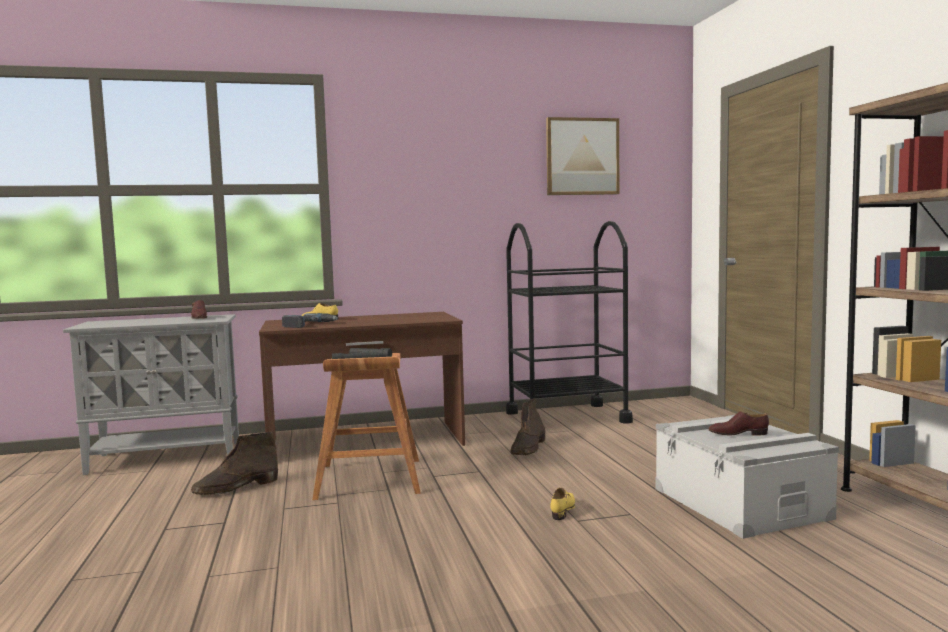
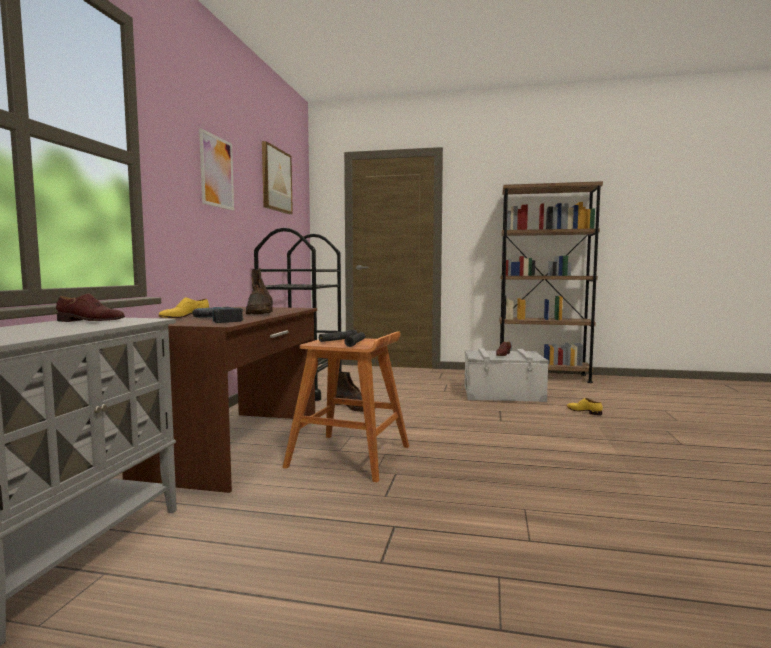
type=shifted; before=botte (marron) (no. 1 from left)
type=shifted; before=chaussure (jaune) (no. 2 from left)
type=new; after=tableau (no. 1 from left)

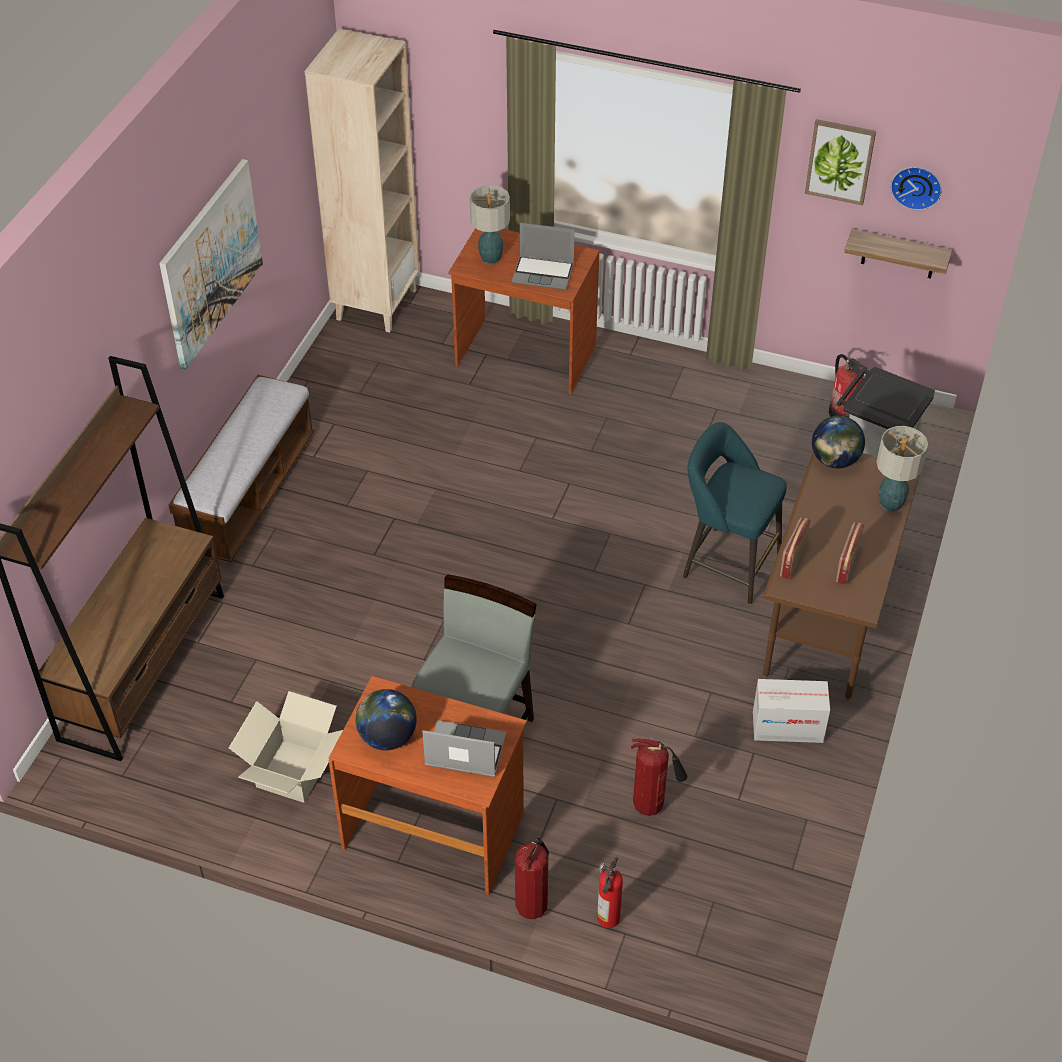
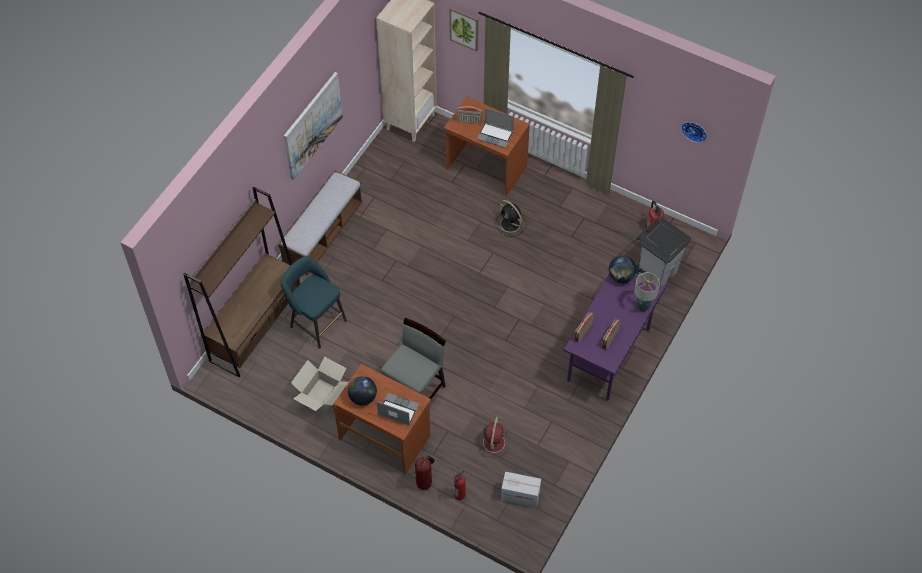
type=swapped; before=lampe de table (no. 1 from left); after=radio (no. 1 from left)
type=swapped; before=extincteur (no. 3 from left); after=ventilateur (rouge)
type=shifted; before=tabouret (turquoise)
type=shifted; before=carton (no. 2 from left)
type=repainted; before=bureau (marron) (no. 3 from left); after=bureau (violet)
type=shifted; before=tableau (no. 2 from left)
type=gone; before=étagère
type=new; after=ventilateur (noir)

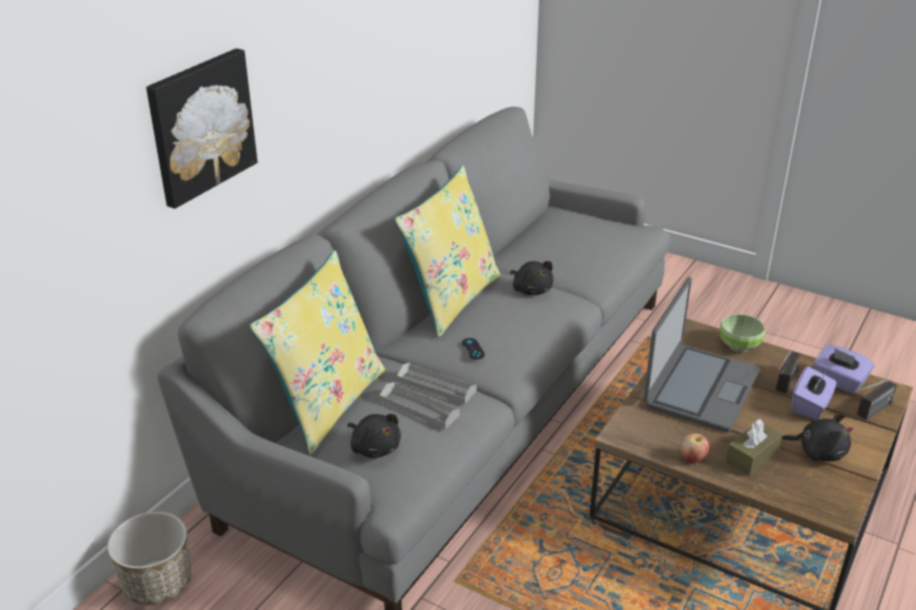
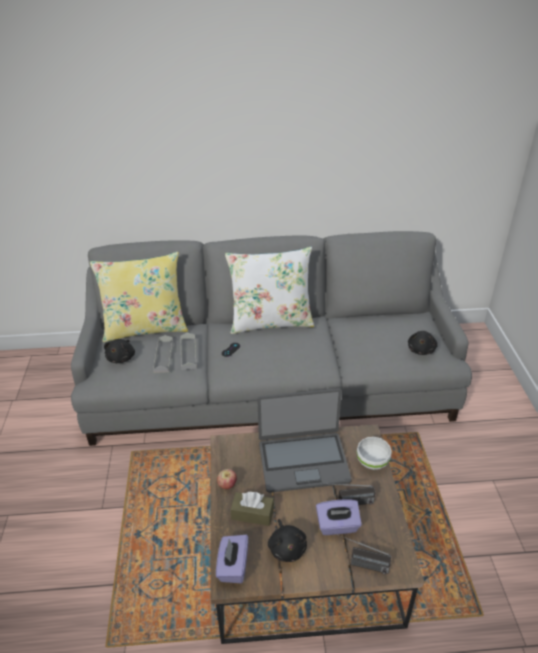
type=gone; before=cache-pot
type=gone; before=tableau
type=repainted; before=coussin (jaune) (no. 2 from left); after=coussin (blanc)
type=shifted; before=peluche (noir) (no. 2 from left in the first image); after=peluche (noir) (no. 3 from left)
type=repainted; before=bol (vert); after=bol (blanc)
type=shifted; before=boîte à mouchoirs (violet) (no. 2 from left in the first image); after=boîte à mouchoirs (violet) (no. 1 from left)

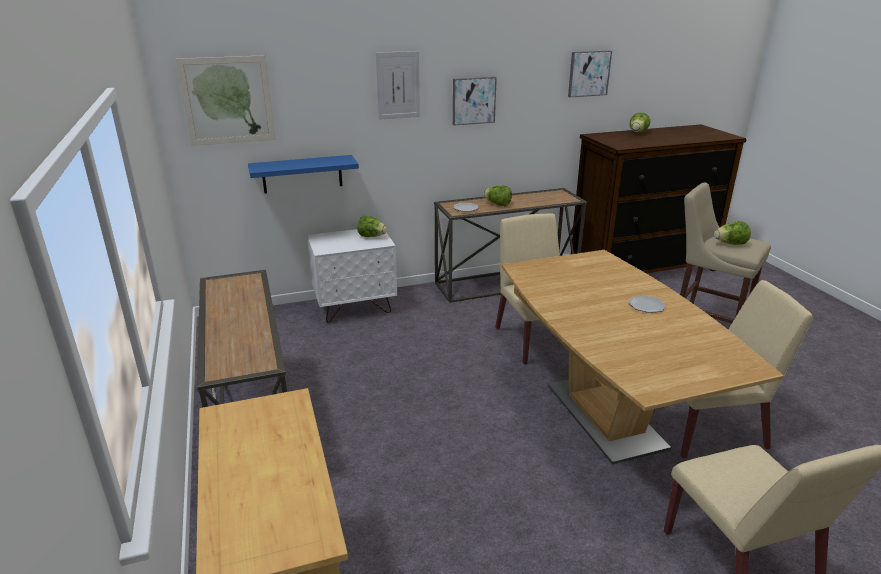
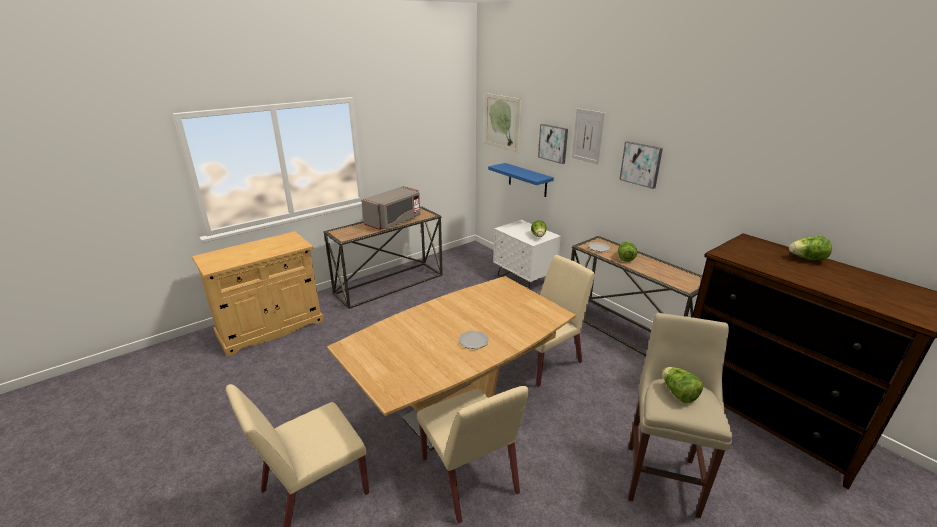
type=shifted; before=tableau (no. 4 from left in the first image); after=tableau (no. 2 from left)
type=new; after=micro-ondes (gris)

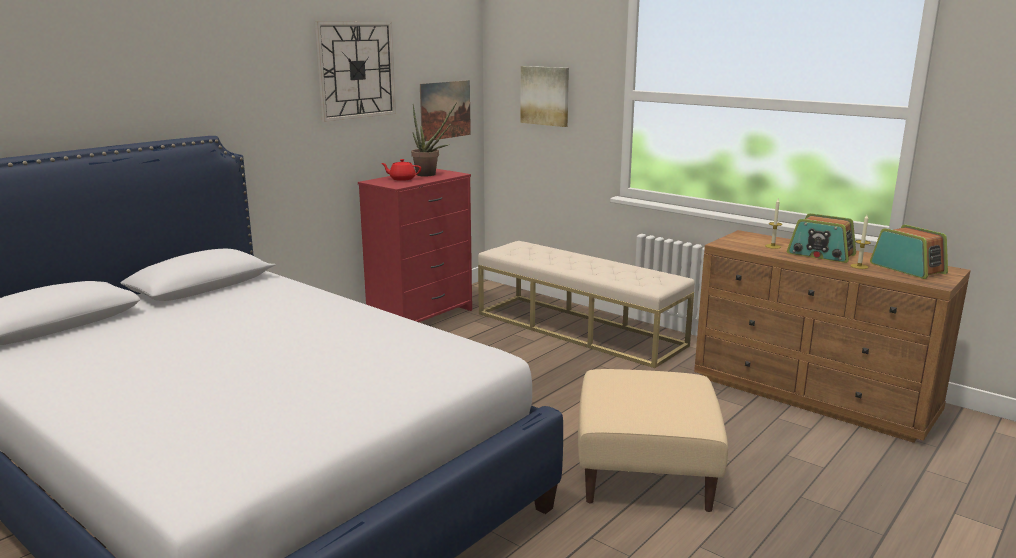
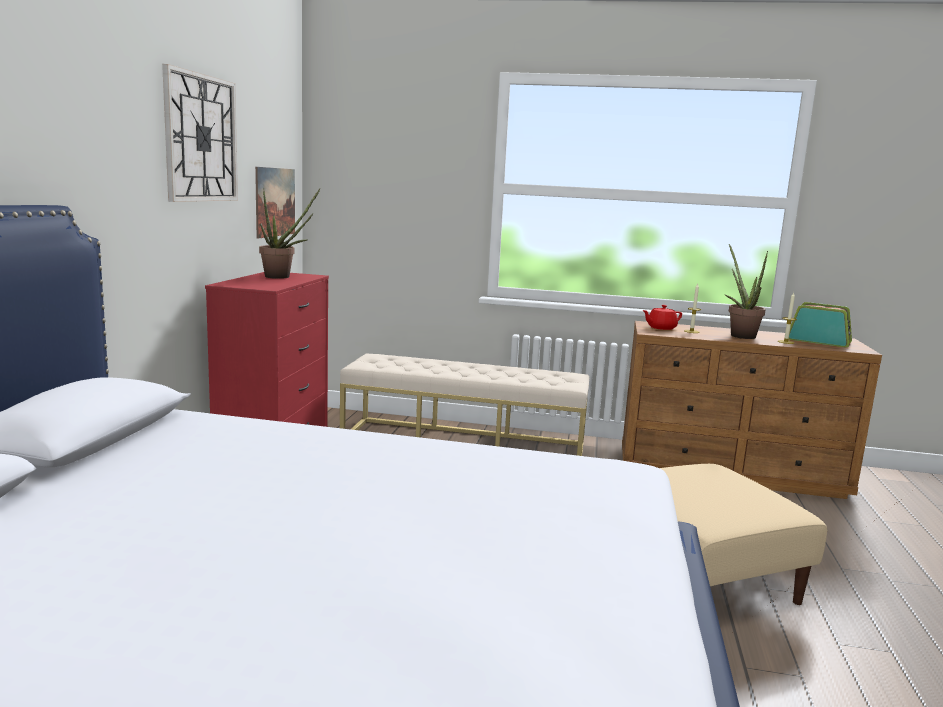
type=shifted; before=théière (rouge)
type=gone; before=tableau (no. 2 from left)
type=swapped; before=radio (no. 1 from left); after=plante en pot (no. 2 from left)

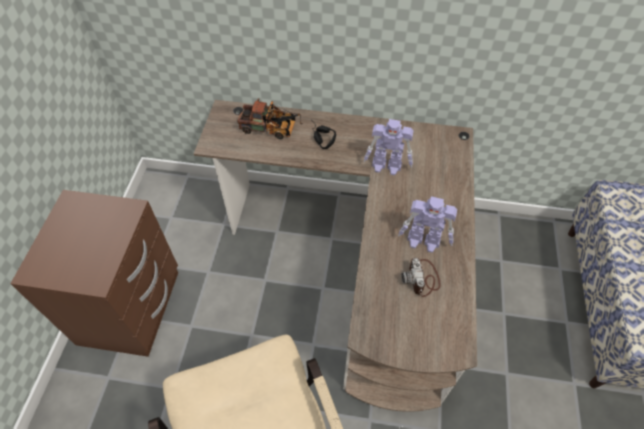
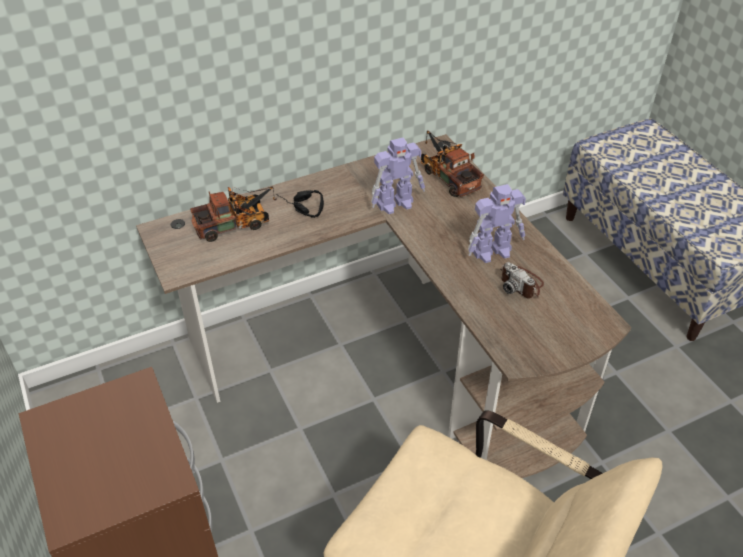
type=new; after=camion jouet (no. 2 from left)

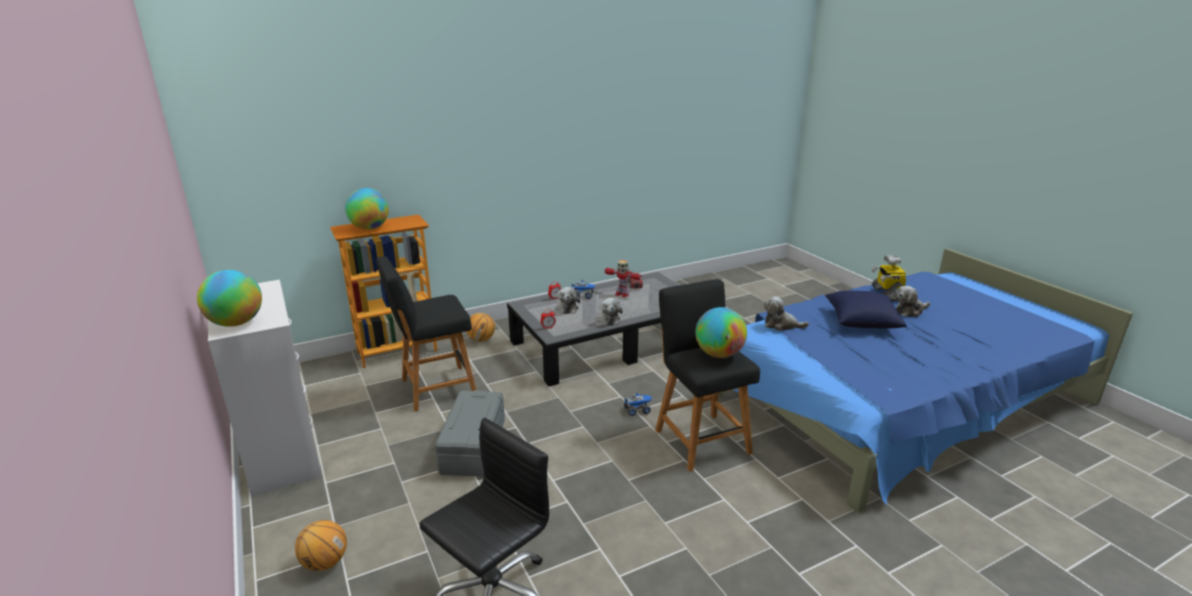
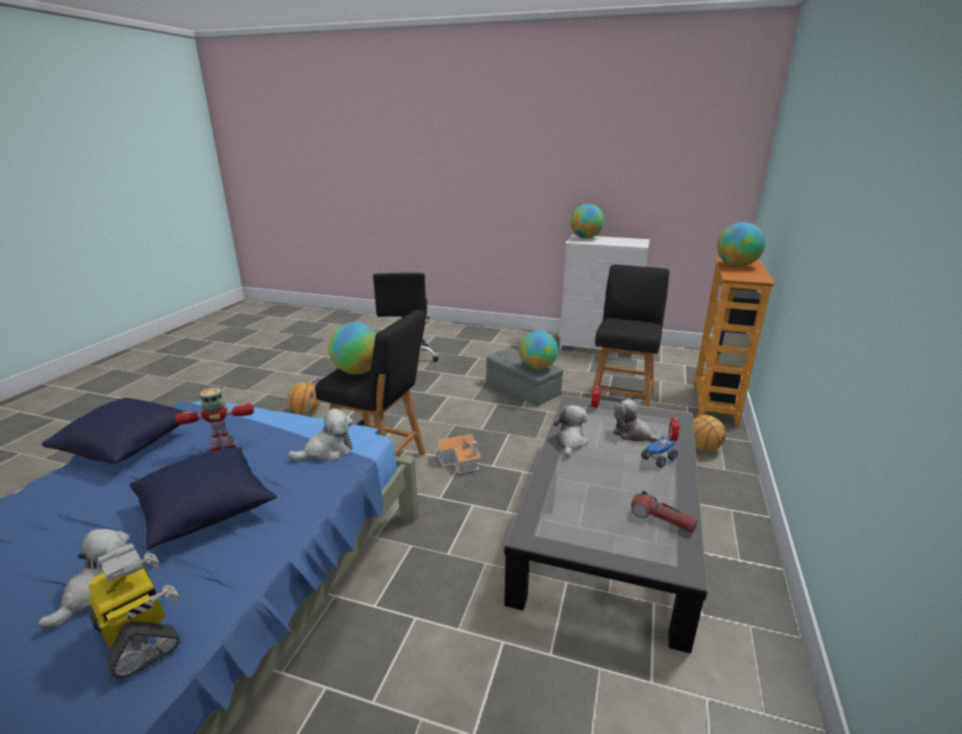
type=shifted; before=ballon de basket (no. 1 from left)
type=rotated; before=peluche (no. 2 from left in the first image); turn=75
type=shifted; before=robot jouet (no. 1 from left in the first image); after=robot jouet (no. 2 from left)
type=swapped; before=camion jouet (no. 2 from left); after=maison miniature
type=new; after=coussin (bleu) (no. 1 from left)
type=new; after=globe (no. 2 from left)

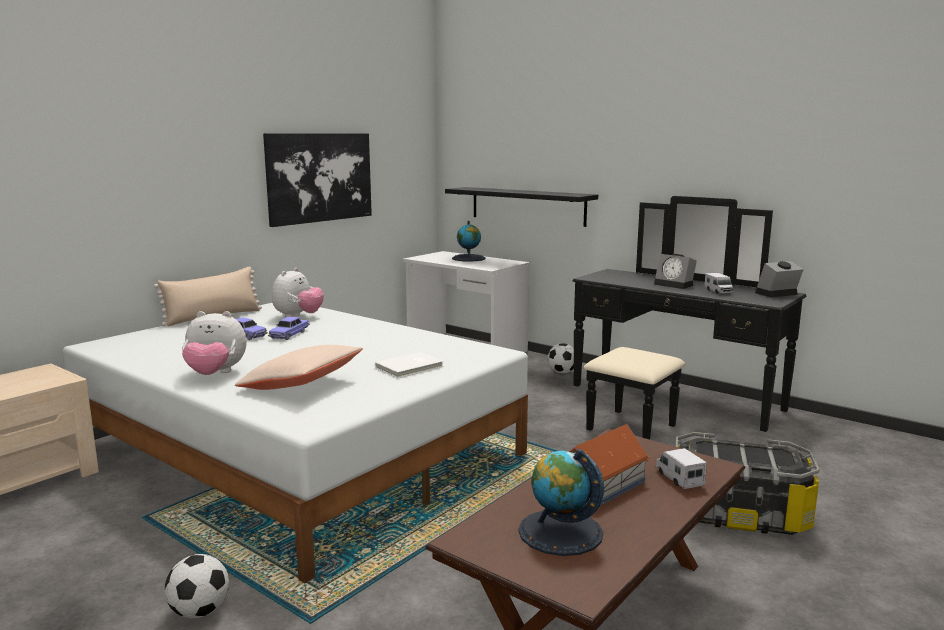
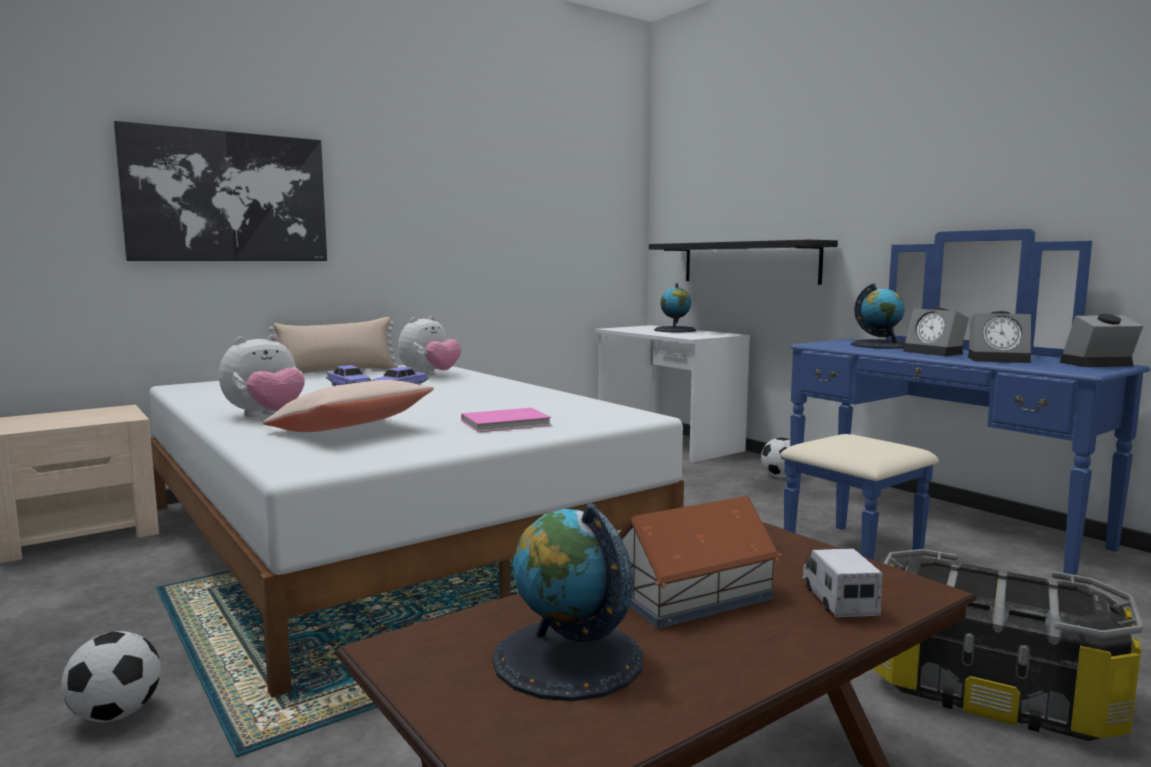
type=rotated; before=peluche (no. 1 from left); turn=-60
type=shifted; before=tableau
type=repainted; before=livre (blanc); after=livre (rose)
type=repainted; before=commode (noir); after=commode (bleu)
type=swapped; before=camion jouet (no. 2 from left); after=réveil (no. 2 from left)
type=new; after=globe (no. 3 from left)

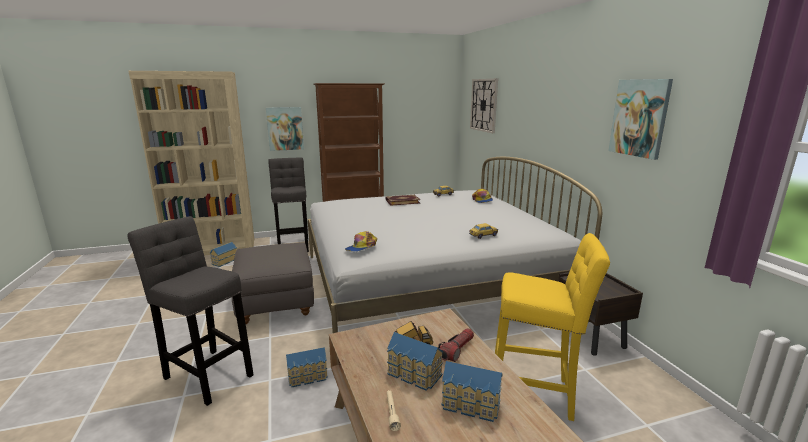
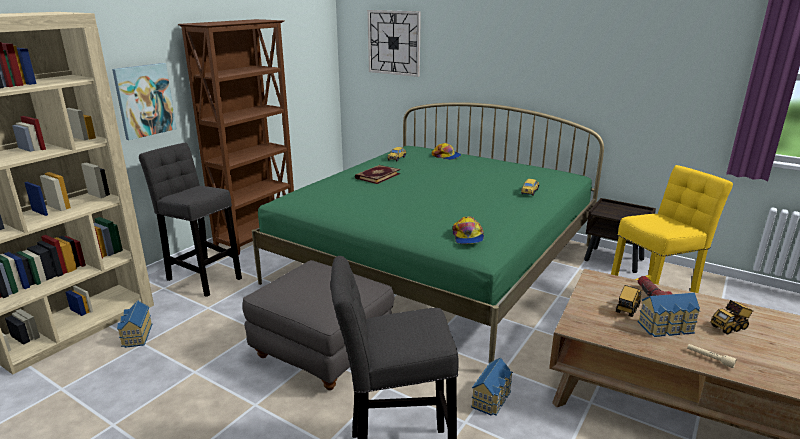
type=repainted; before=lit (blanc); after=lit (vert)
type=swapped; before=maison miniature (no. 4 from left); after=camion jouet (no. 2 from left)
type=gone; before=tableau (no. 2 from left)

